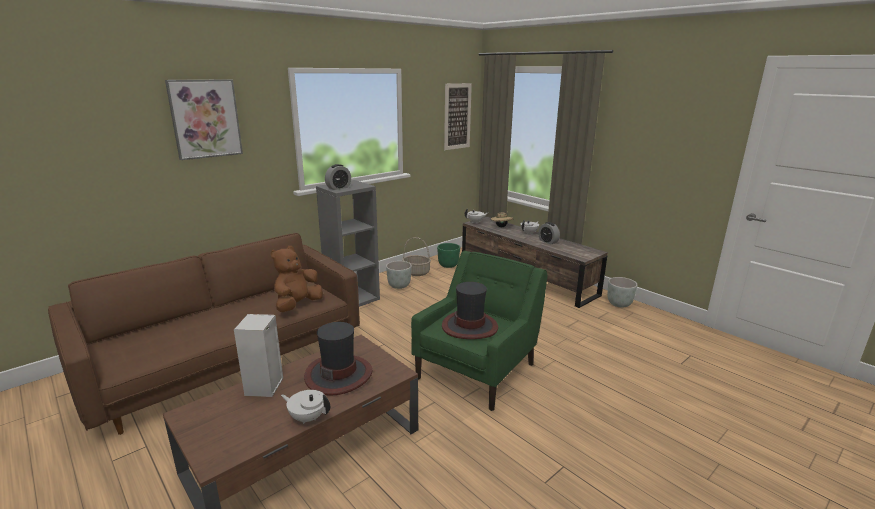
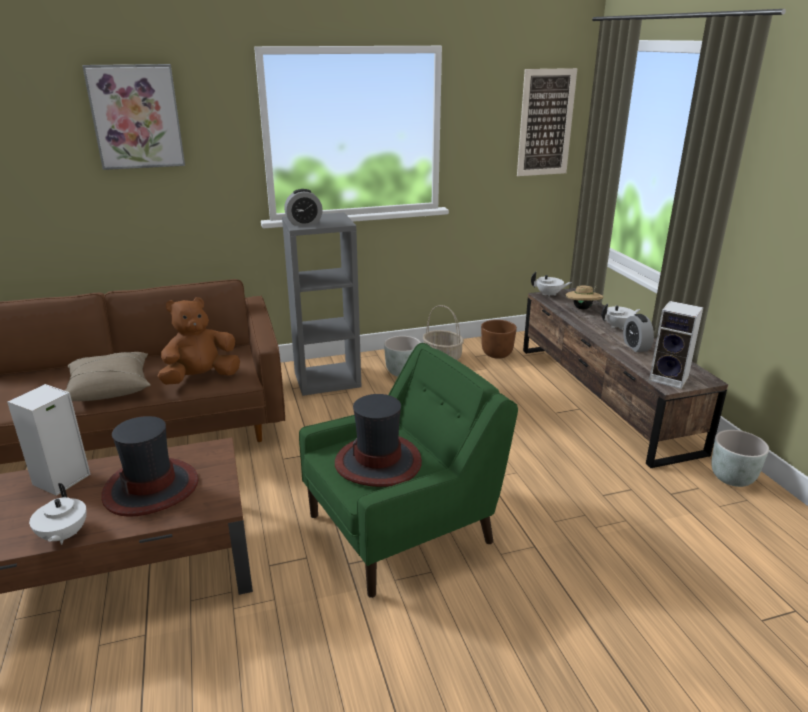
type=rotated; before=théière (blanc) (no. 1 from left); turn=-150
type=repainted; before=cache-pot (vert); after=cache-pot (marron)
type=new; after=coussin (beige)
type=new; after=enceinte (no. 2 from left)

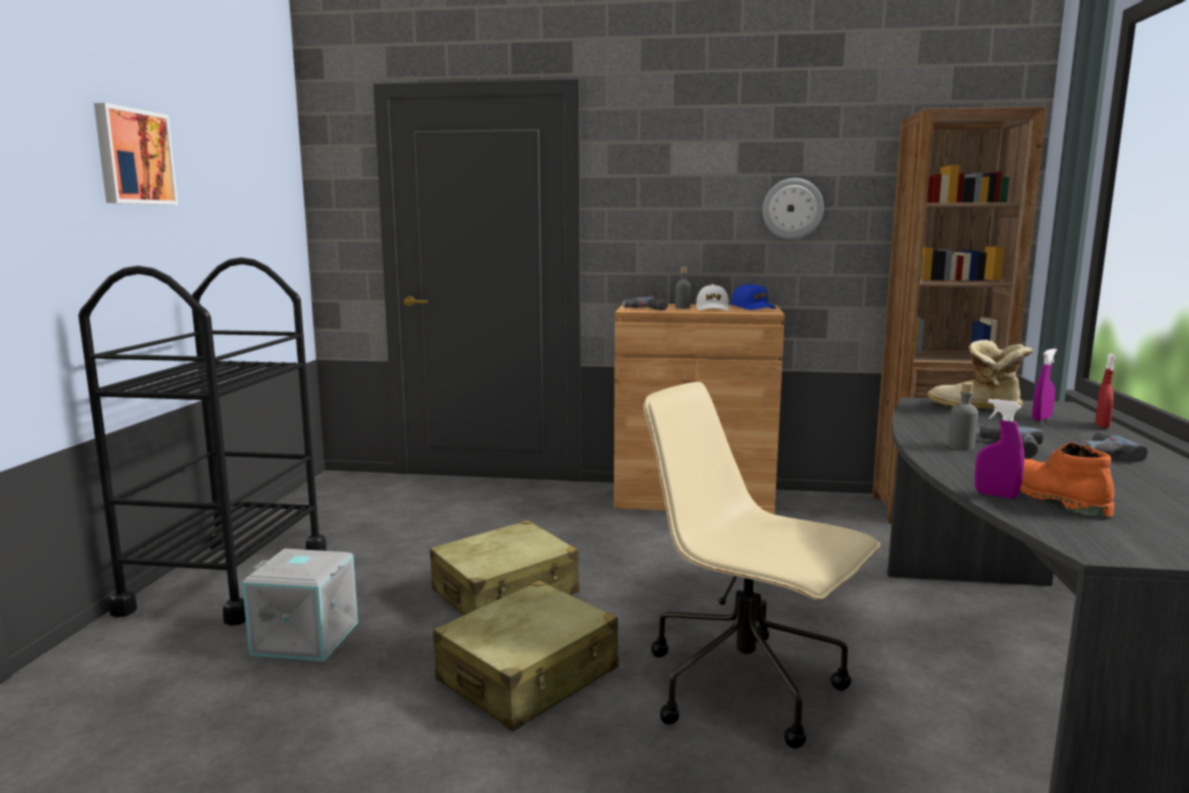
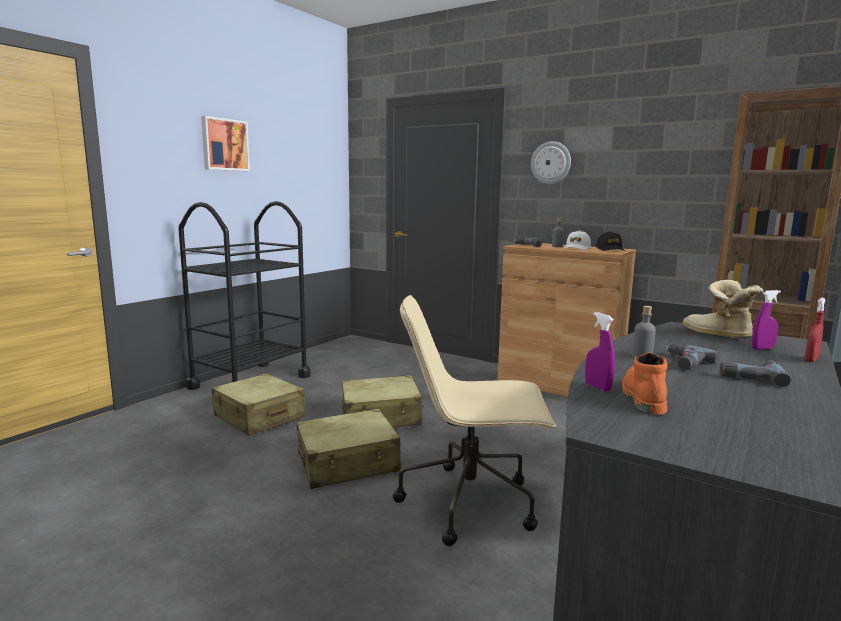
type=swapped; before=boîte de rangement (gris); after=valise (beige) (no. 1 from left)
type=rotated; before=chaise de bureau (beige); turn=-60
type=repainted; before=casquette (bleu); after=casquette (noir)
type=shifted; before=horloge murale

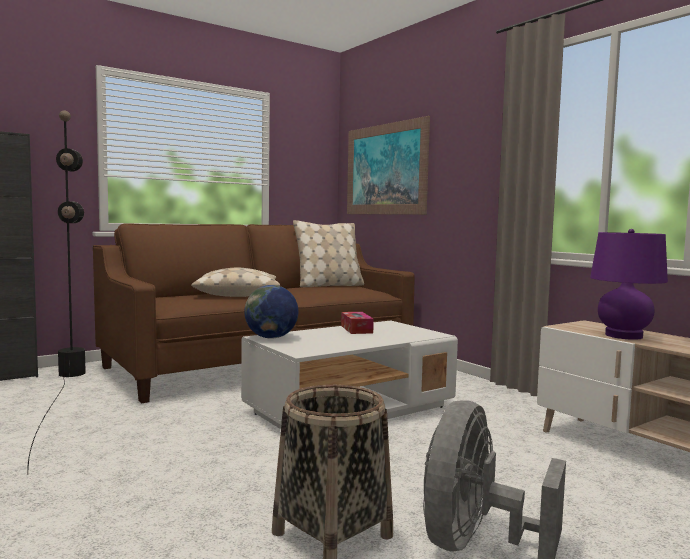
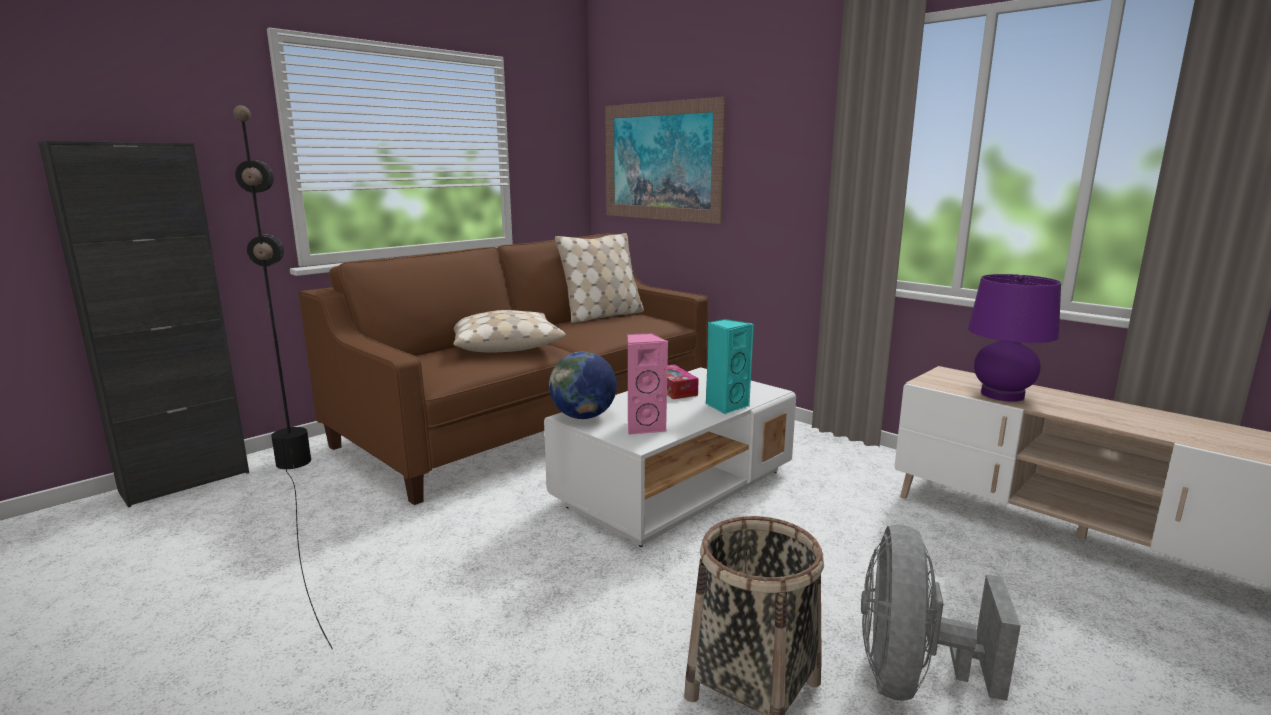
type=new; after=enceinte (rose)
type=new; after=enceinte (turquoise)

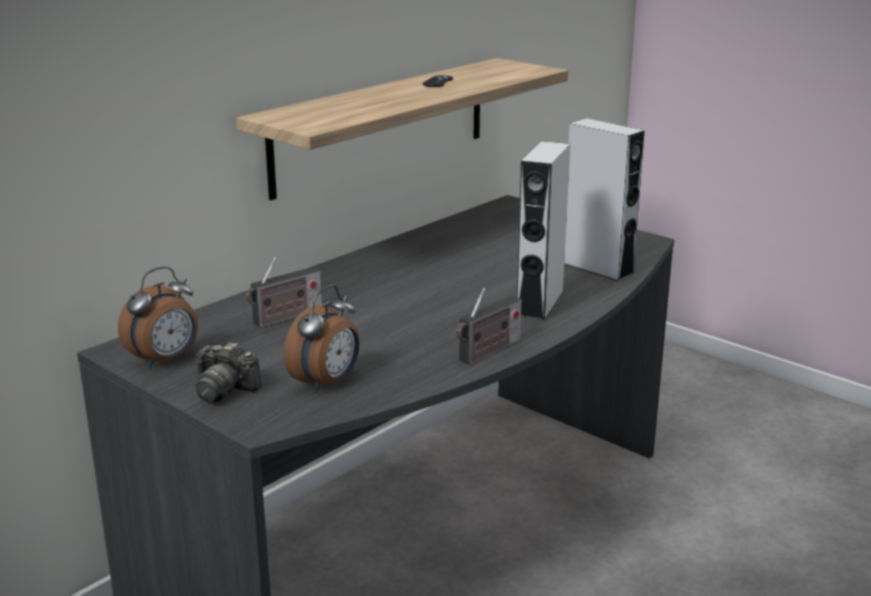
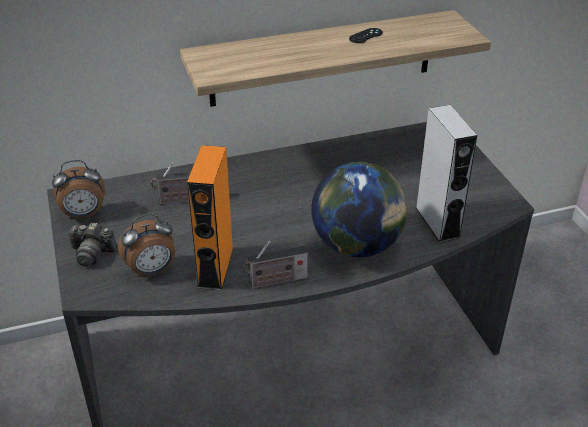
type=rotated; before=appareil photo; turn=-45
type=swapped; before=enceinte (gris) (no. 1 from left); after=globe
type=new; after=enceinte (orange)

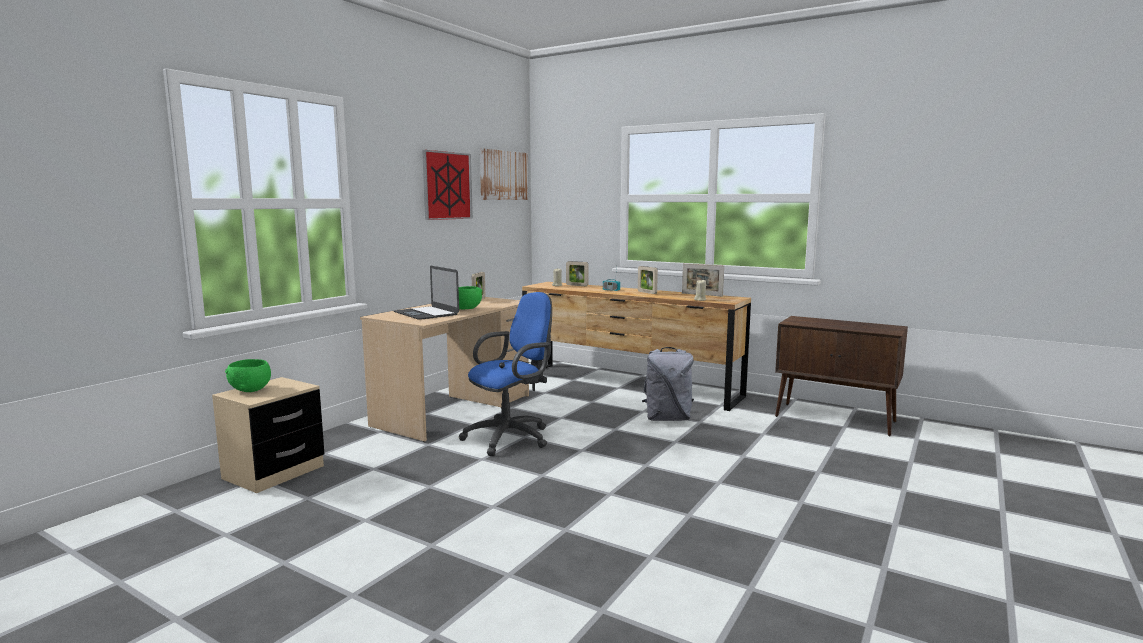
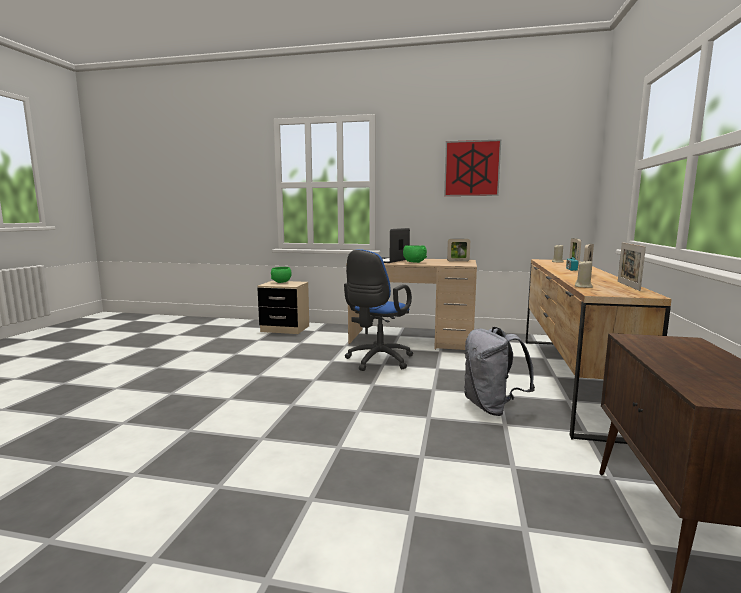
type=rotated; before=chaise de bureau (bleu); turn=90
type=gone; before=tableau (no. 2 from left)

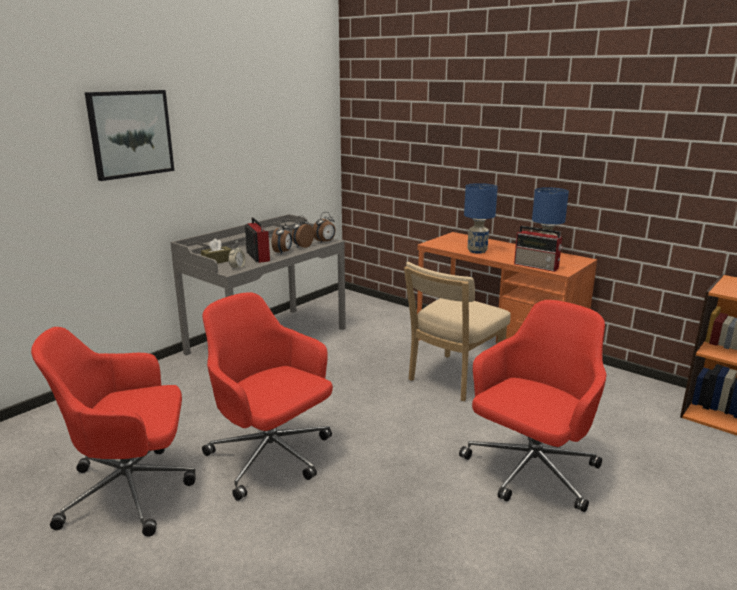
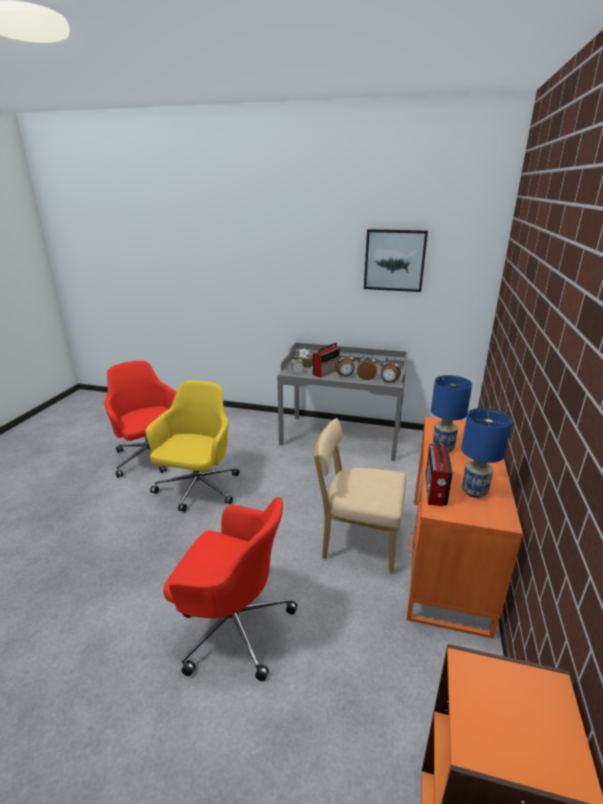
type=shifted; before=tableau
type=repainted; before=chaise de bureau (rouge) (no. 2 from left); after=chaise de bureau (jaune)

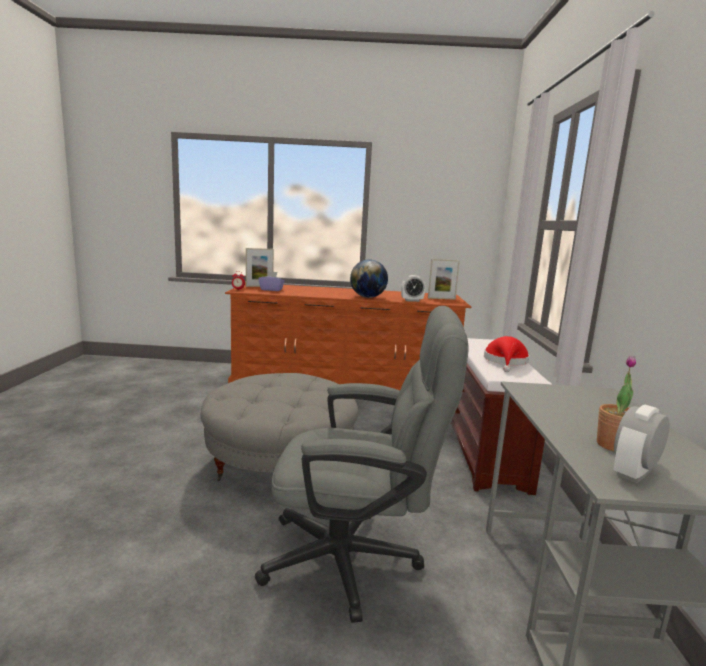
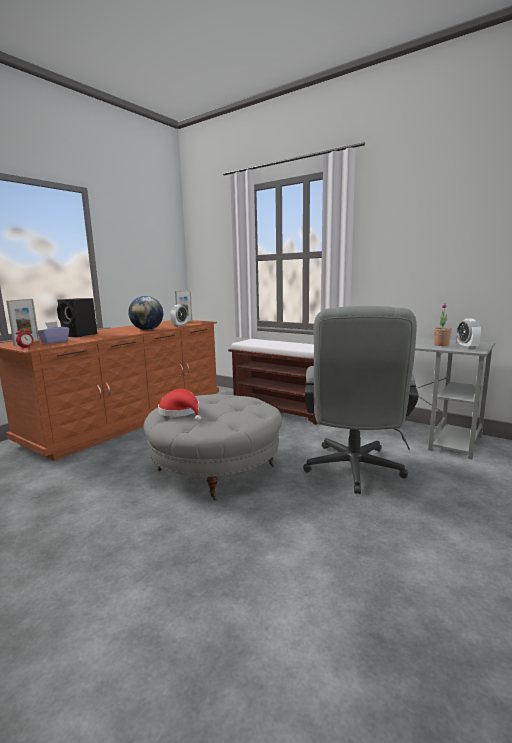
type=rotated; before=chaise de bureau (gris); turn=150
type=shifted; before=chapeau (rouge)
type=new; after=enceinte (noir)

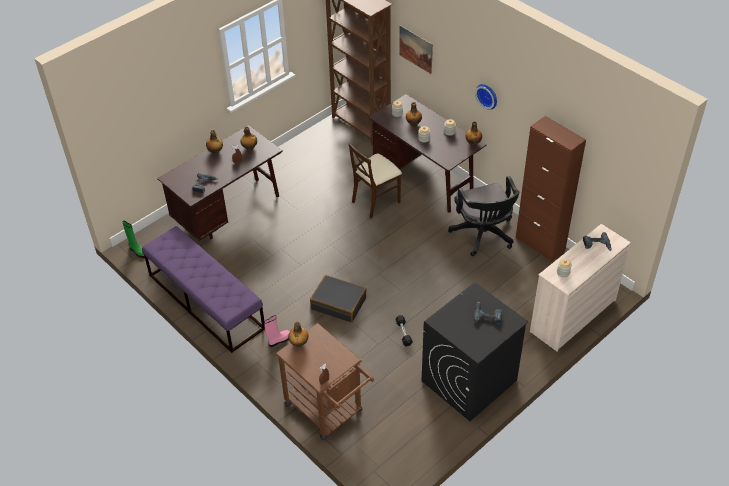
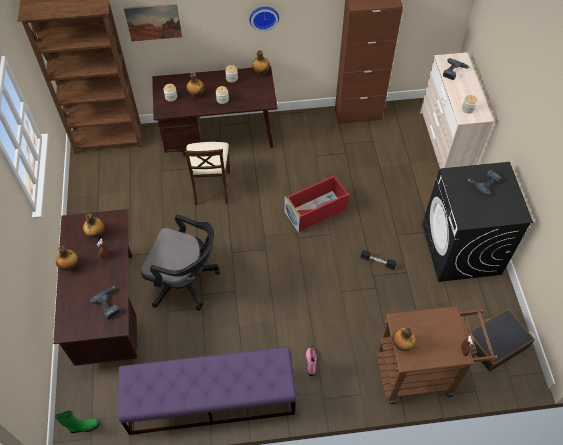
type=shifted; before=valise (noir)
type=shifted; before=chaise de bureau (noir)
type=new; after=boîte de rangement (rouge)

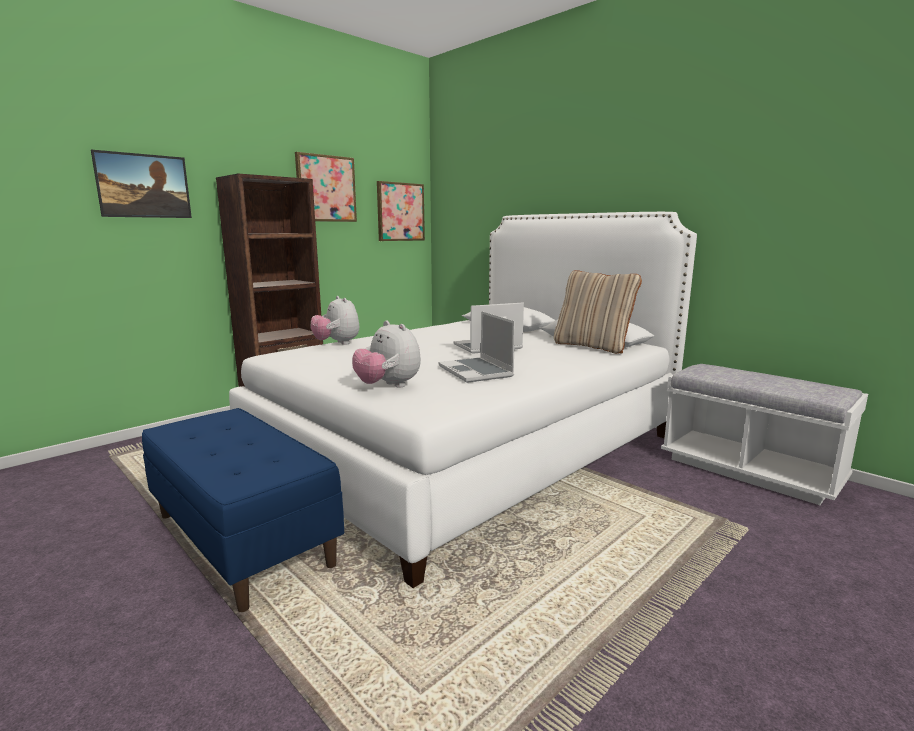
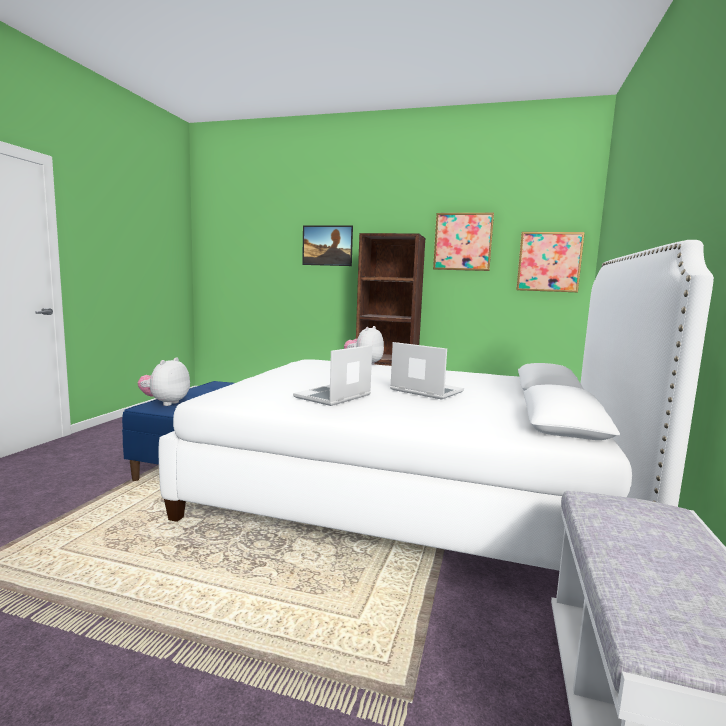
type=shifted; before=peluche (no. 2 from left in the first image); after=peluche (no. 1 from left)
type=gone; before=coussin (beige)

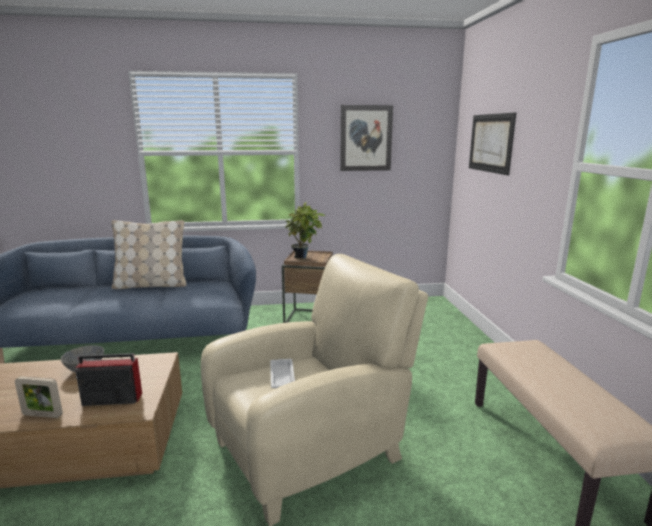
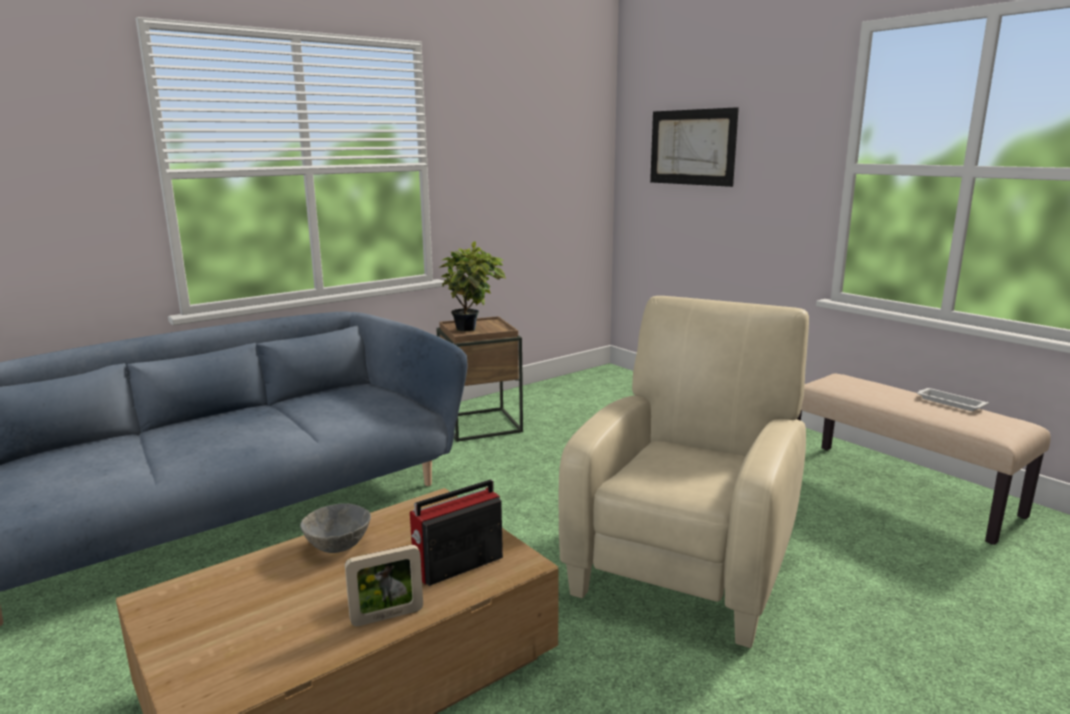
type=gone; before=coussin (beige)
type=shifted; before=plateau (blanc)
type=gone; before=tableau (no. 1 from left)

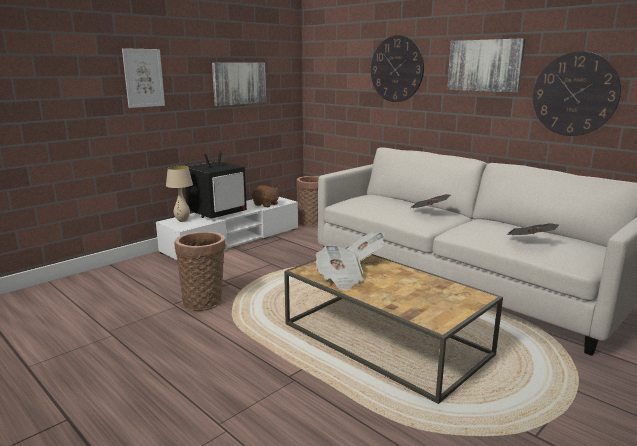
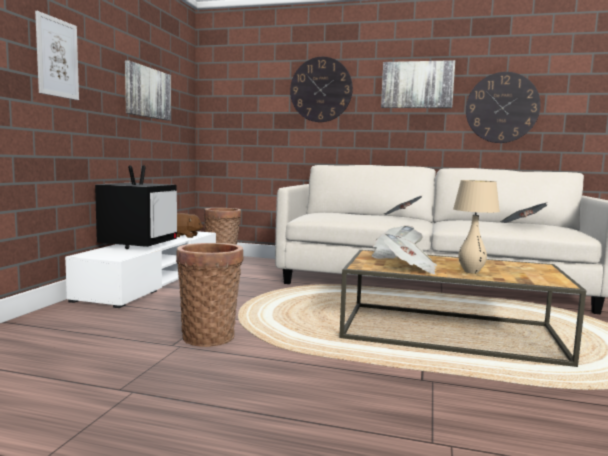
type=shifted; before=lampe de table (beige)

